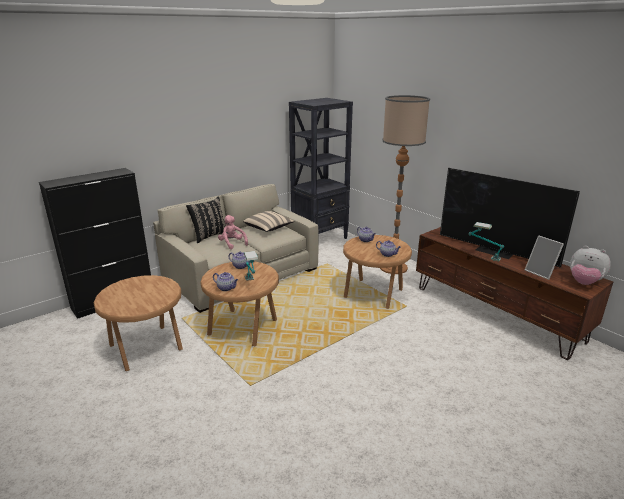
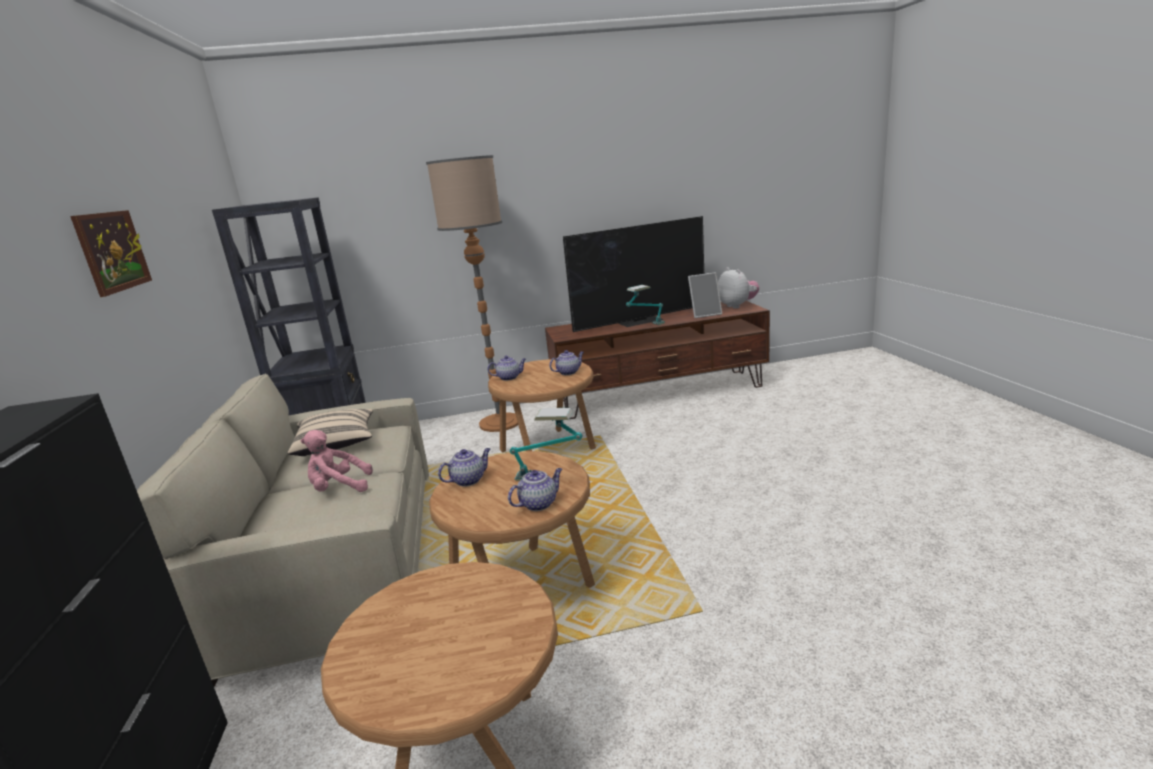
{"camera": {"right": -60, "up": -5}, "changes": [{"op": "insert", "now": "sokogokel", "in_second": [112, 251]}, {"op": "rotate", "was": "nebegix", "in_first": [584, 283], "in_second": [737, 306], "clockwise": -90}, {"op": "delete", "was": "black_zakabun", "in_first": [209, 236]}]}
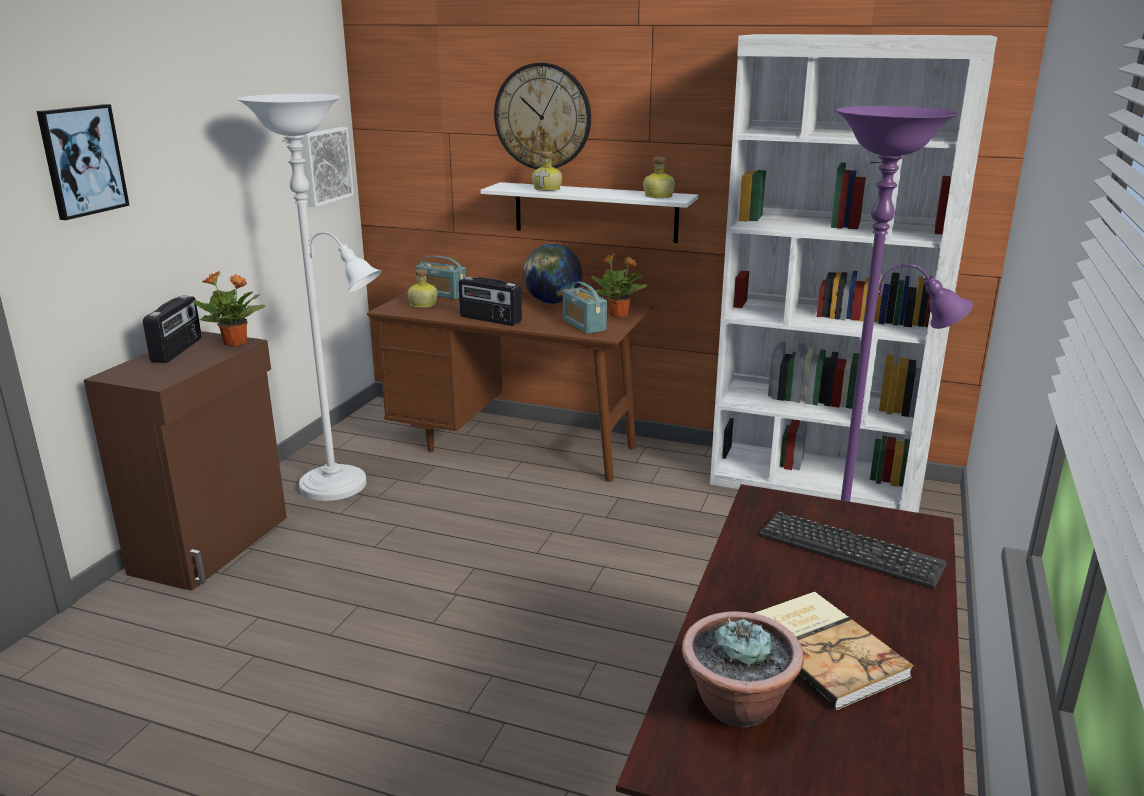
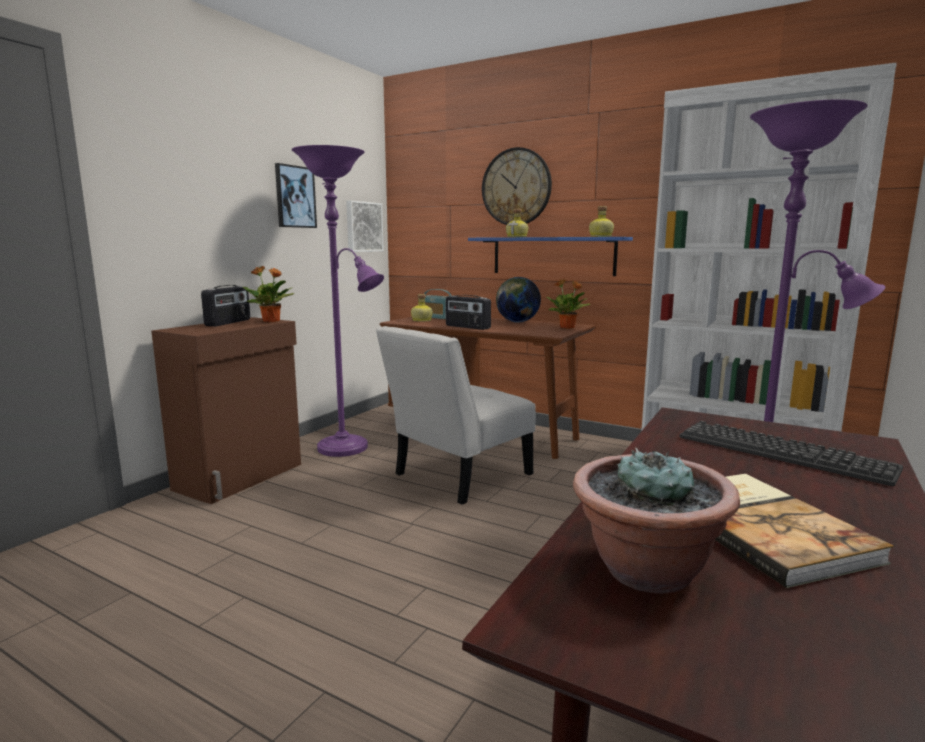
{"camera": {"right": 10, "up": -10}, "changes": [{"op": "move", "was": "sokogokel", "in_first": [82, 160], "in_second": [295, 197]}, {"op": "recolor", "was": "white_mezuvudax", "now": "purple_mezuvudax", "in_first": [340, 487], "in_second": [347, 449]}, {"op": "insert", "now": "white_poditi", "in_second": [457, 477]}, {"op": "recolor", "was": "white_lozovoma", "now": "blue_lozovoma", "in_first": [595, 212], "in_second": [553, 256]}, {"op": "delete", "was": "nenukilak", "in_first": [584, 325]}]}
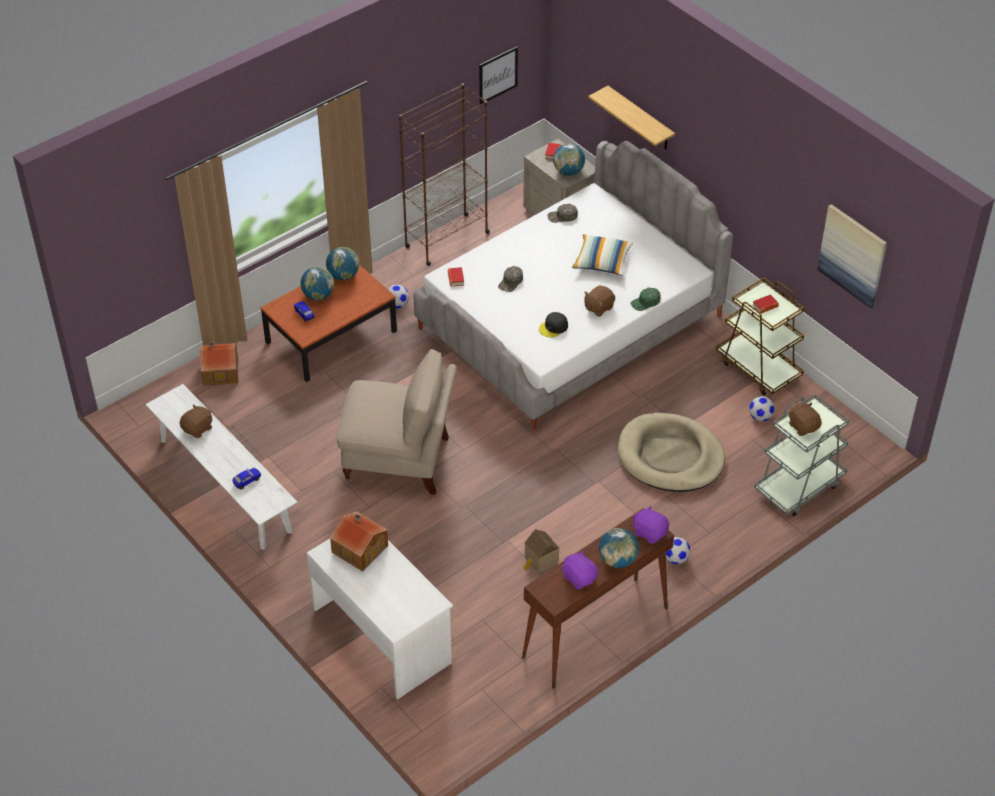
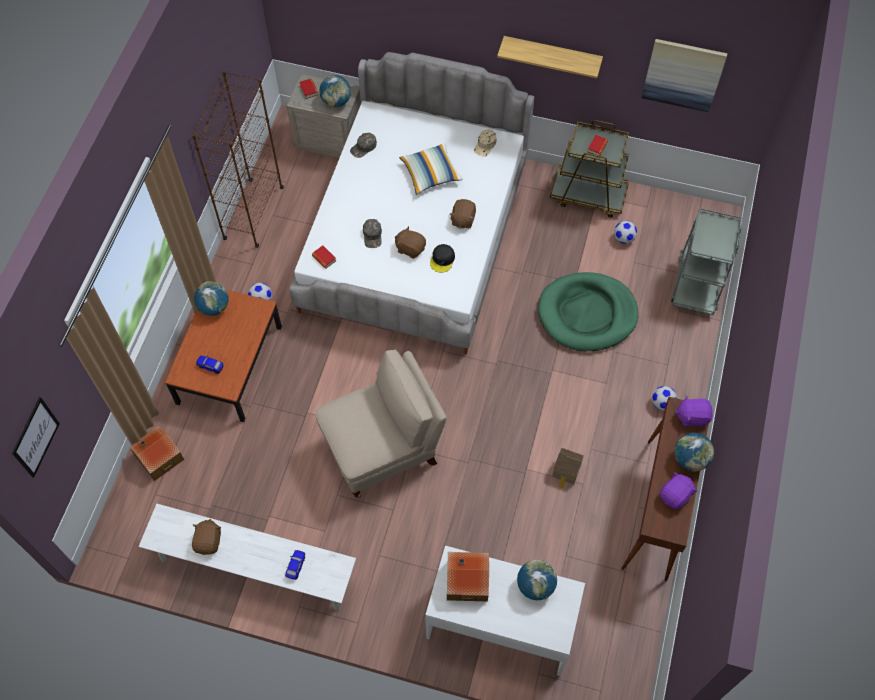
{"camera": {"right": -35, "up": 15}, "changes": [{"op": "move", "was": "sokogokel", "in_first": [498, 75], "in_second": [35, 437]}, {"op": "move", "was": "brown_nebegix", "in_first": [803, 426], "in_second": [410, 248]}, {"op": "insert", "now": "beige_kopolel", "in_second": [485, 145]}, {"op": "move", "was": "lozovoma", "in_first": [640, 119], "in_second": [552, 55]}, {"op": "move", "was": "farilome", "in_first": [318, 295], "in_second": [535, 585]}, {"op": "recolor", "was": "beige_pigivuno", "now": "green_pigivuno", "in_first": [670, 456], "in_second": [587, 314]}, {"op": "rotate", "was": "purple_nebegix", "in_first": [579, 578], "in_second": [675, 496], "clockwise": 120}, {"op": "delete", "was": "green_kopolel", "in_first": [645, 302]}]}
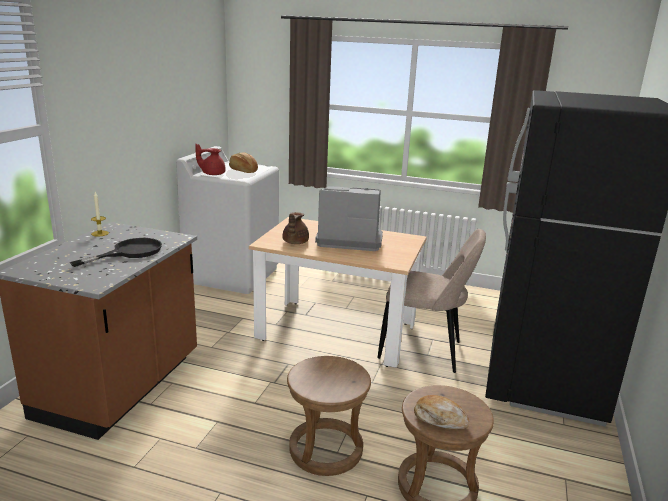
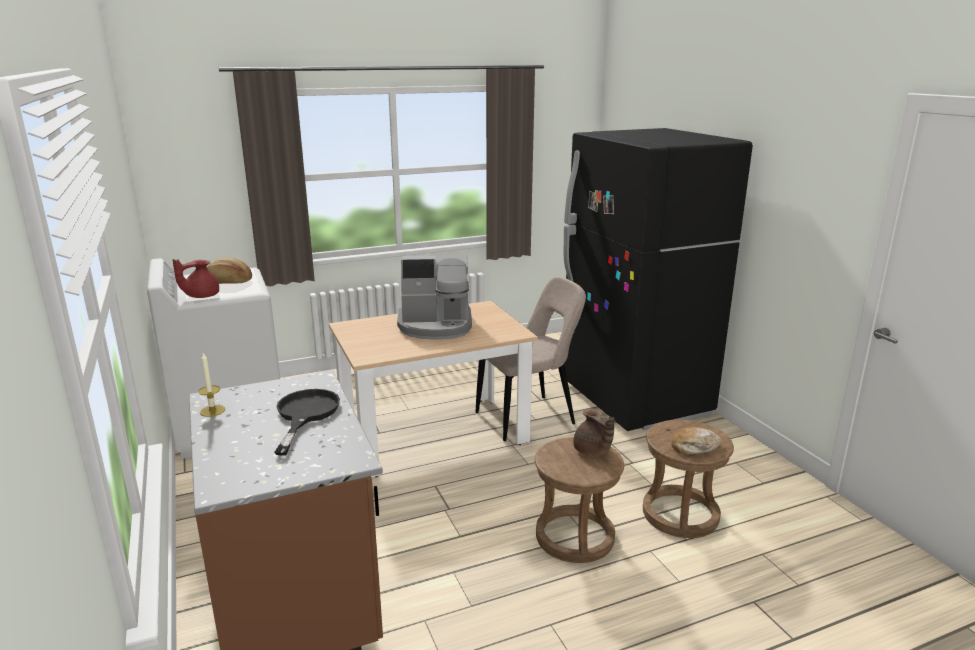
{"camera": {"right": -40, "up": 0}, "changes": [{"op": "rotate", "was": "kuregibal", "in_first": [349, 240], "in_second": [436, 326], "clockwise": -150}, {"op": "move", "was": "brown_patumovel", "in_first": [294, 242], "in_second": [592, 451]}]}
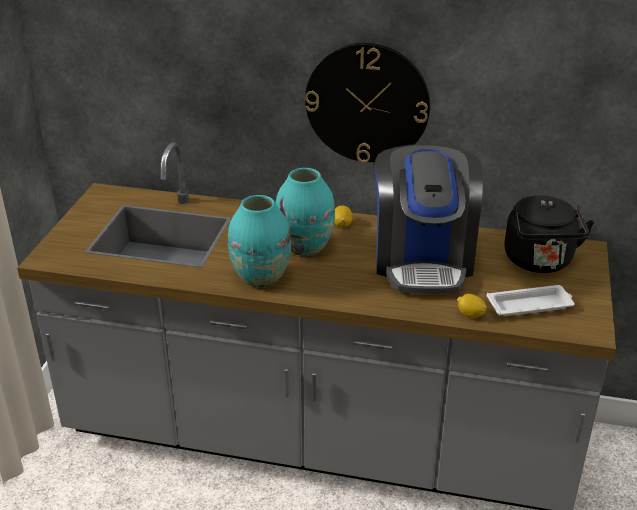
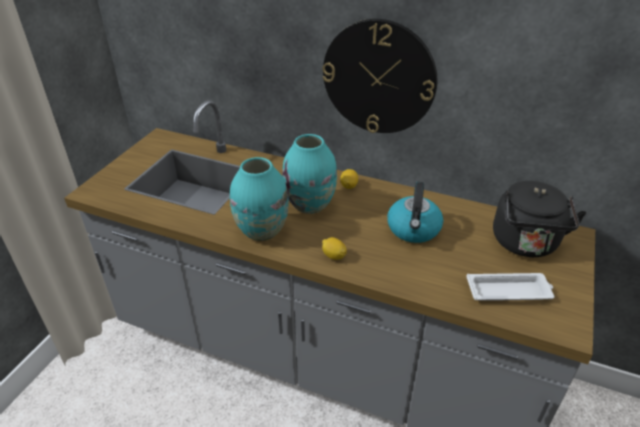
{"camera": {"right": 10, "up": 5}, "changes": [{"op": "move", "was": "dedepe", "in_first": [470, 314], "in_second": [334, 256]}, {"op": "replace", "was": "kuregibal", "now": "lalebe", "in_first": [423, 260], "in_second": [413, 229]}]}
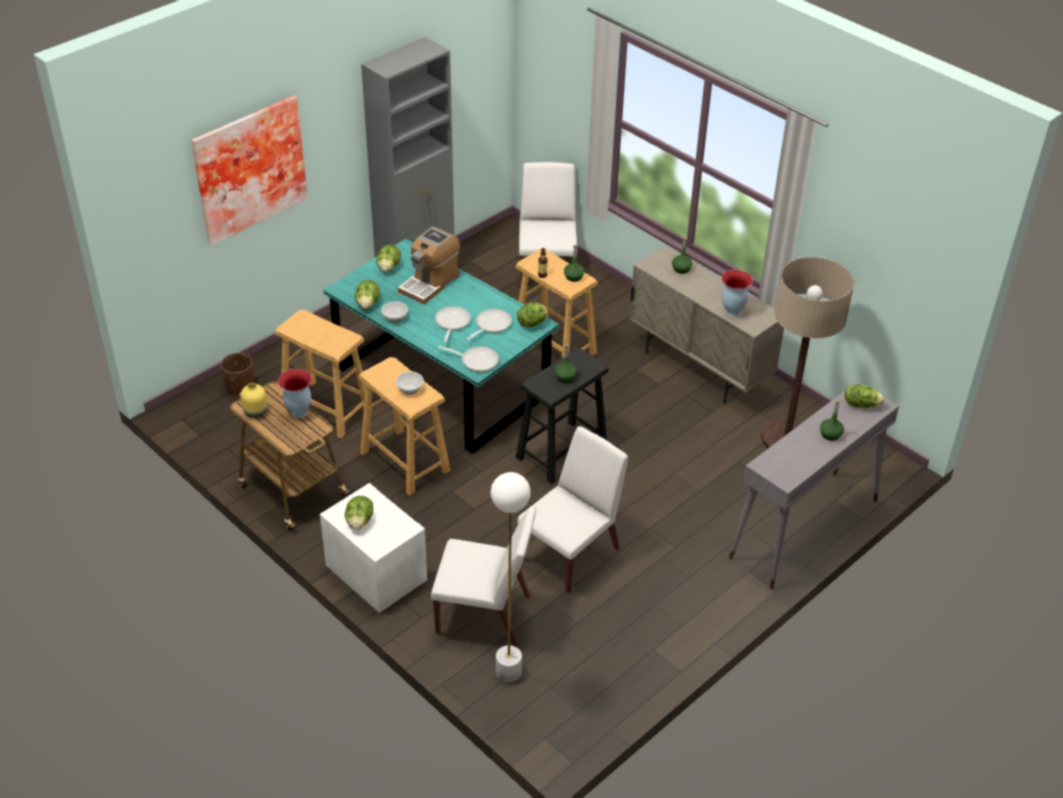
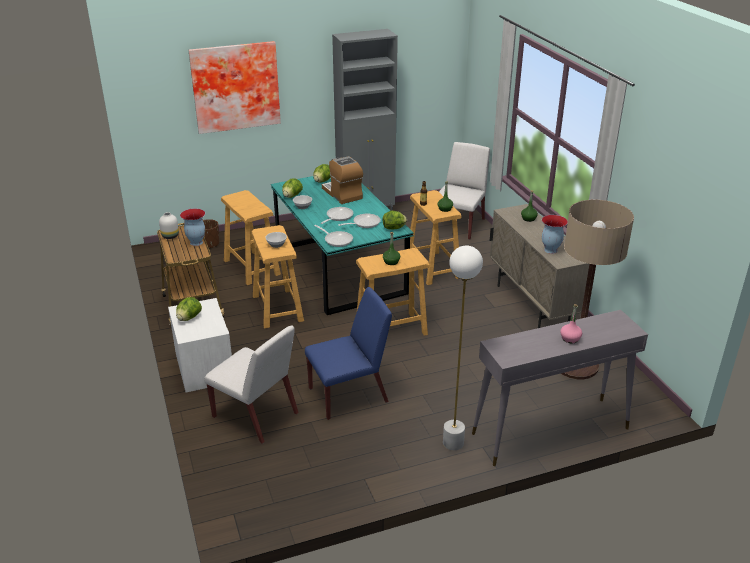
{"camera": {"right": 25, "up": -10}, "changes": [{"op": "recolor", "was": "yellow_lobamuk", "now": "white_lobamuk", "in_first": [256, 412], "in_second": [170, 236]}, {"op": "recolor", "was": "white_poditi", "now": "blue_poditi", "in_first": [570, 554], "in_second": [349, 395]}, {"op": "rotate", "was": "kuregibal", "in_first": [430, 283], "in_second": [342, 194], "clockwise": 90}, {"op": "recolor", "was": "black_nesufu", "now": "beige_nesufu", "in_first": [561, 452], "in_second": [390, 330]}, {"op": "move", "was": "white_mezuvudax", "in_first": [508, 672], "in_second": [453, 443]}, {"op": "recolor", "was": "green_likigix", "now": "pink_likigix", "in_first": [830, 434], "in_second": [570, 338]}, {"op": "delete", "was": "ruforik", "in_first": [861, 404]}]}
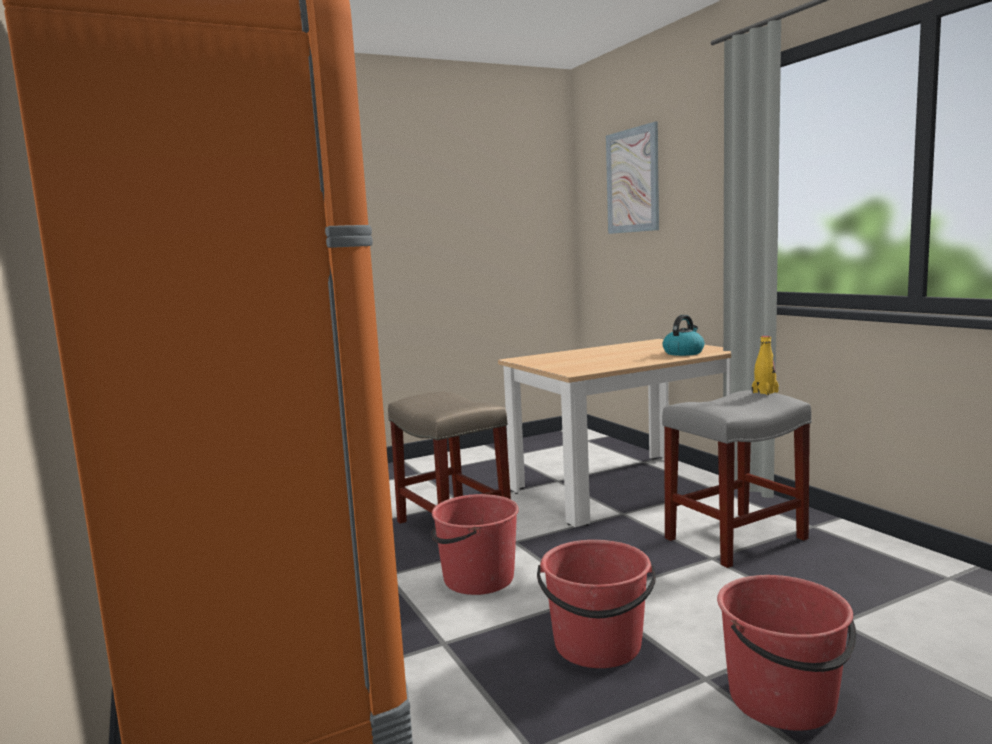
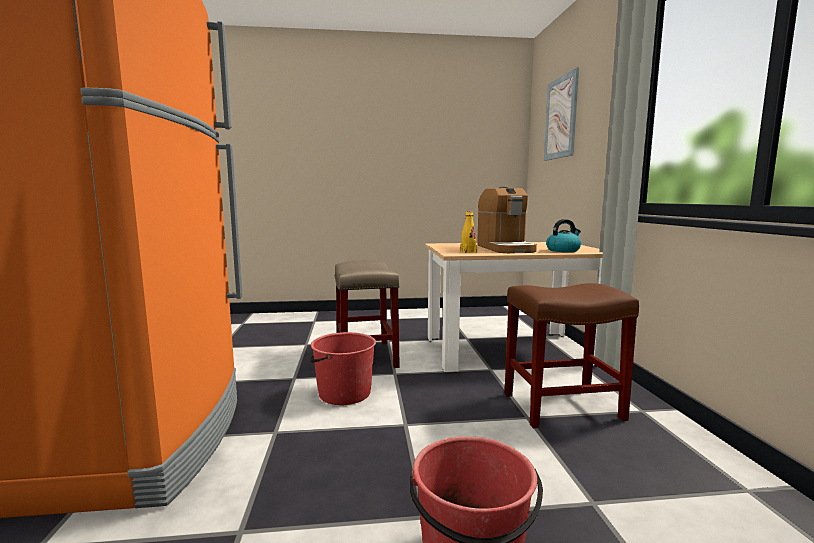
{"camera": {"right": 20, "up": 0}, "changes": [{"op": "move", "was": "yellow_likigix", "in_first": [765, 392], "in_second": [468, 251]}, {"op": "insert", "now": "kuregibal", "in_second": [505, 248]}, {"op": "recolor", "was": "grey_nesufu", "now": "brown_nesufu", "in_first": [734, 539], "in_second": [561, 407]}, {"op": "delete", "was": "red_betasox", "in_first": [598, 646]}]}
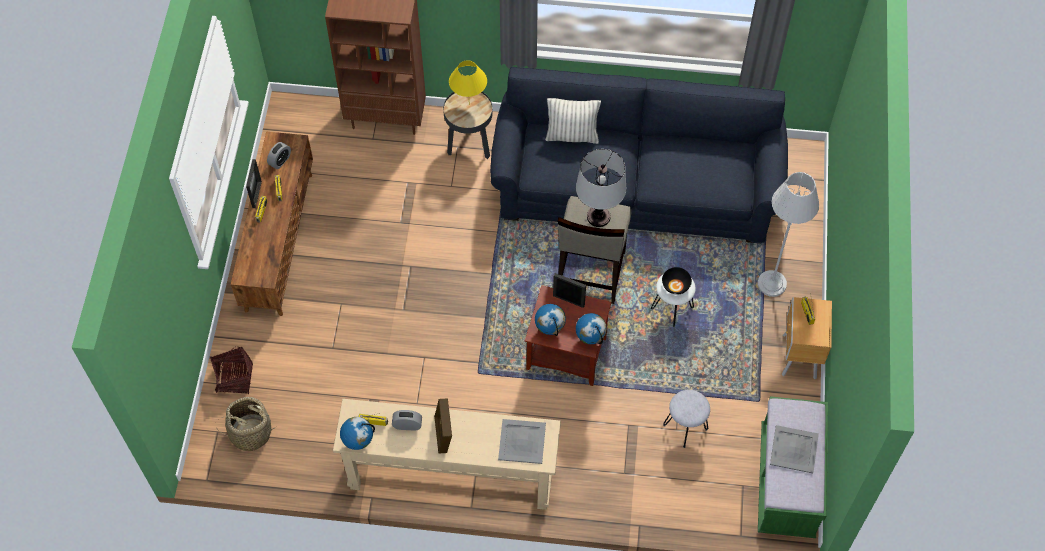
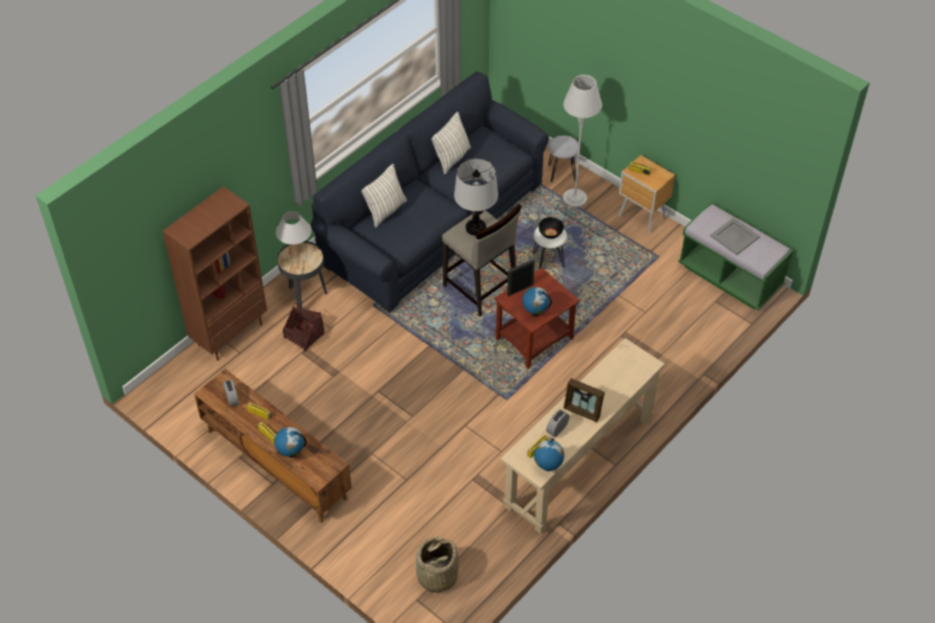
{"camera": {"right": -55, "up": -10}, "changes": [{"op": "move", "was": "farilome", "in_first": [590, 339], "in_second": [291, 453]}, {"op": "recolor", "was": "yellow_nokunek", "now": "white_nokunek", "in_first": [469, 104], "in_second": [297, 256]}, {"op": "move", "was": "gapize", "in_first": [234, 379], "in_second": [304, 336]}, {"op": "insert", "now": "zakabun", "in_second": [452, 158]}, {"op": "move", "was": "grey_nesufu", "in_first": [685, 427], "in_second": [561, 172]}, {"op": "delete", "was": "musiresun", "in_first": [257, 194]}, {"op": "delete", "was": "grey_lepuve", "in_first": [522, 442]}]}
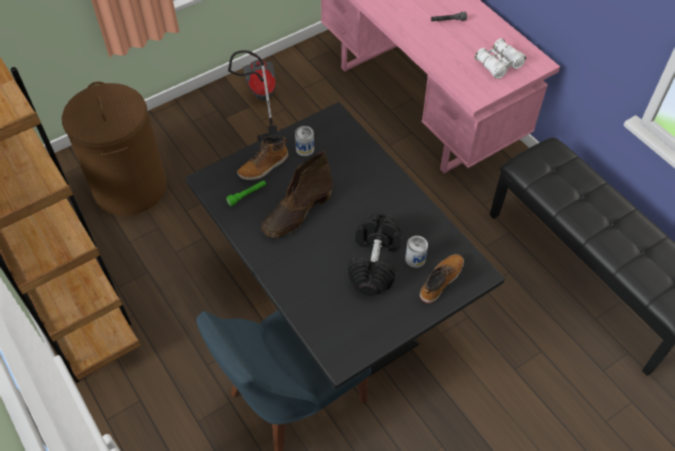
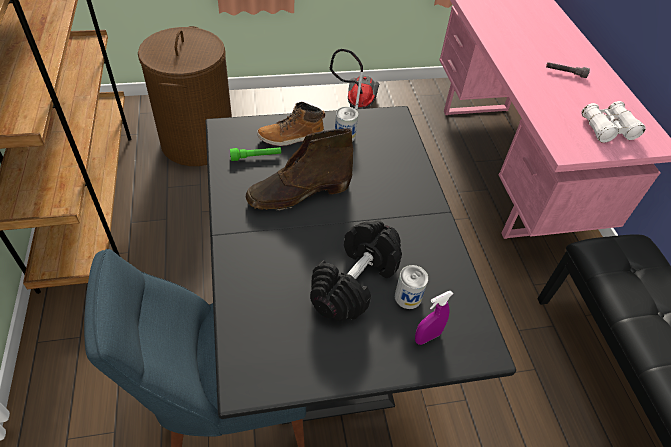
{"camera": {"right": 20, "up": -5}, "changes": [{"op": "replace", "was": "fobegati", "now": "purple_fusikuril", "in_first": [440, 281], "in_second": [427, 337]}]}
